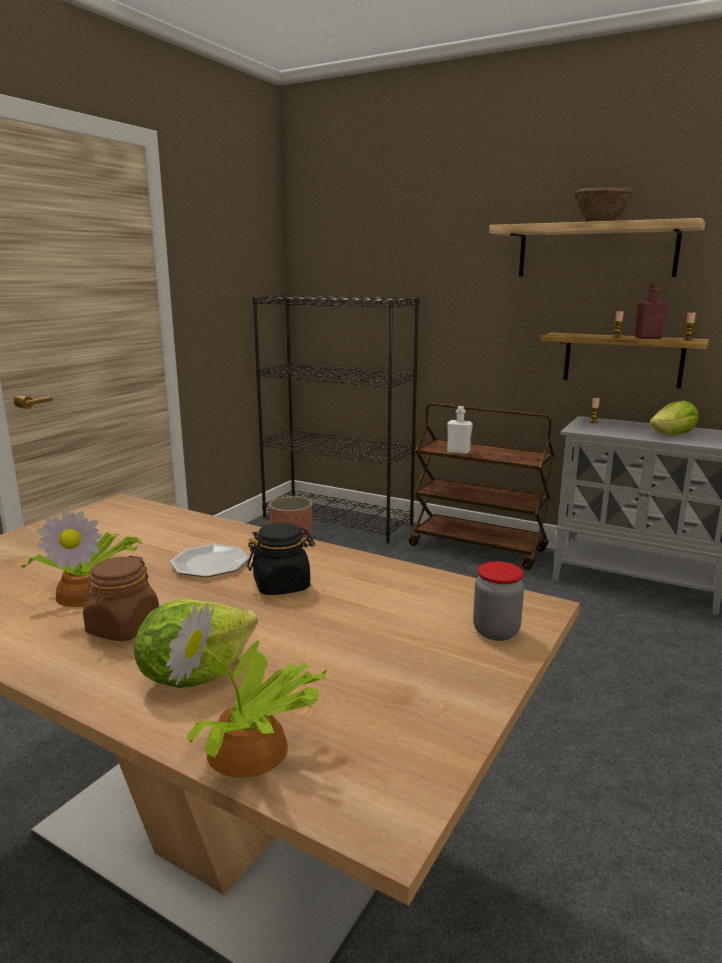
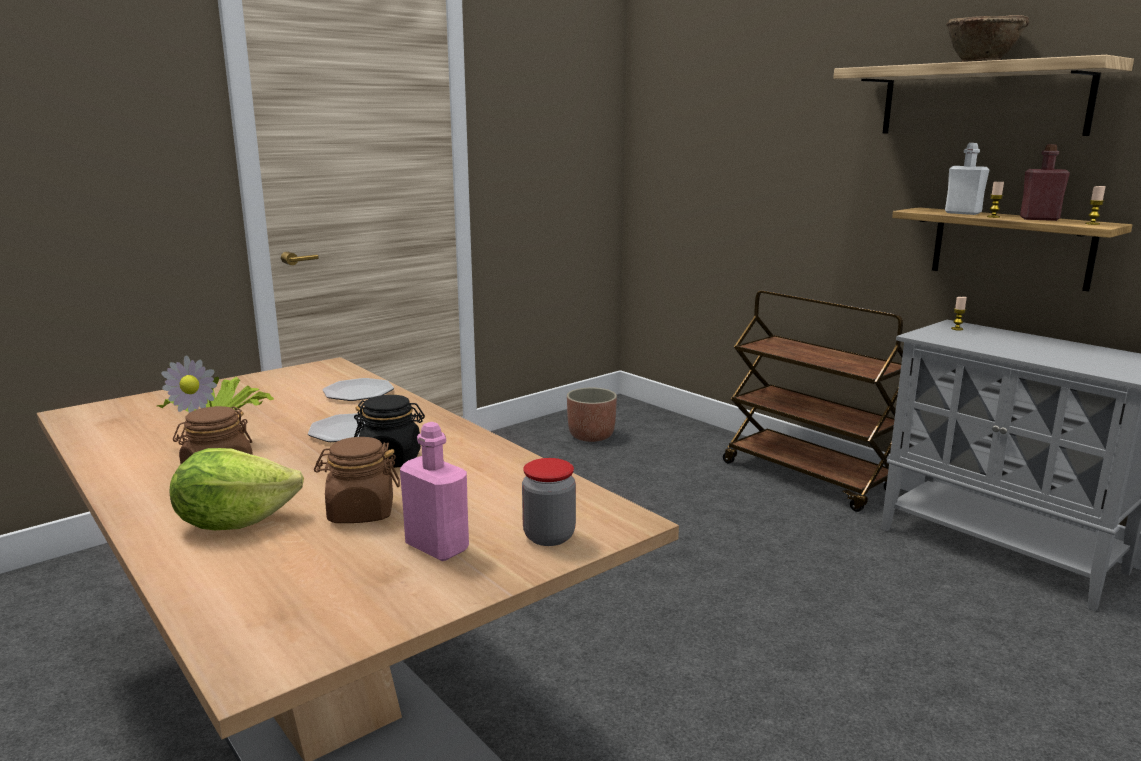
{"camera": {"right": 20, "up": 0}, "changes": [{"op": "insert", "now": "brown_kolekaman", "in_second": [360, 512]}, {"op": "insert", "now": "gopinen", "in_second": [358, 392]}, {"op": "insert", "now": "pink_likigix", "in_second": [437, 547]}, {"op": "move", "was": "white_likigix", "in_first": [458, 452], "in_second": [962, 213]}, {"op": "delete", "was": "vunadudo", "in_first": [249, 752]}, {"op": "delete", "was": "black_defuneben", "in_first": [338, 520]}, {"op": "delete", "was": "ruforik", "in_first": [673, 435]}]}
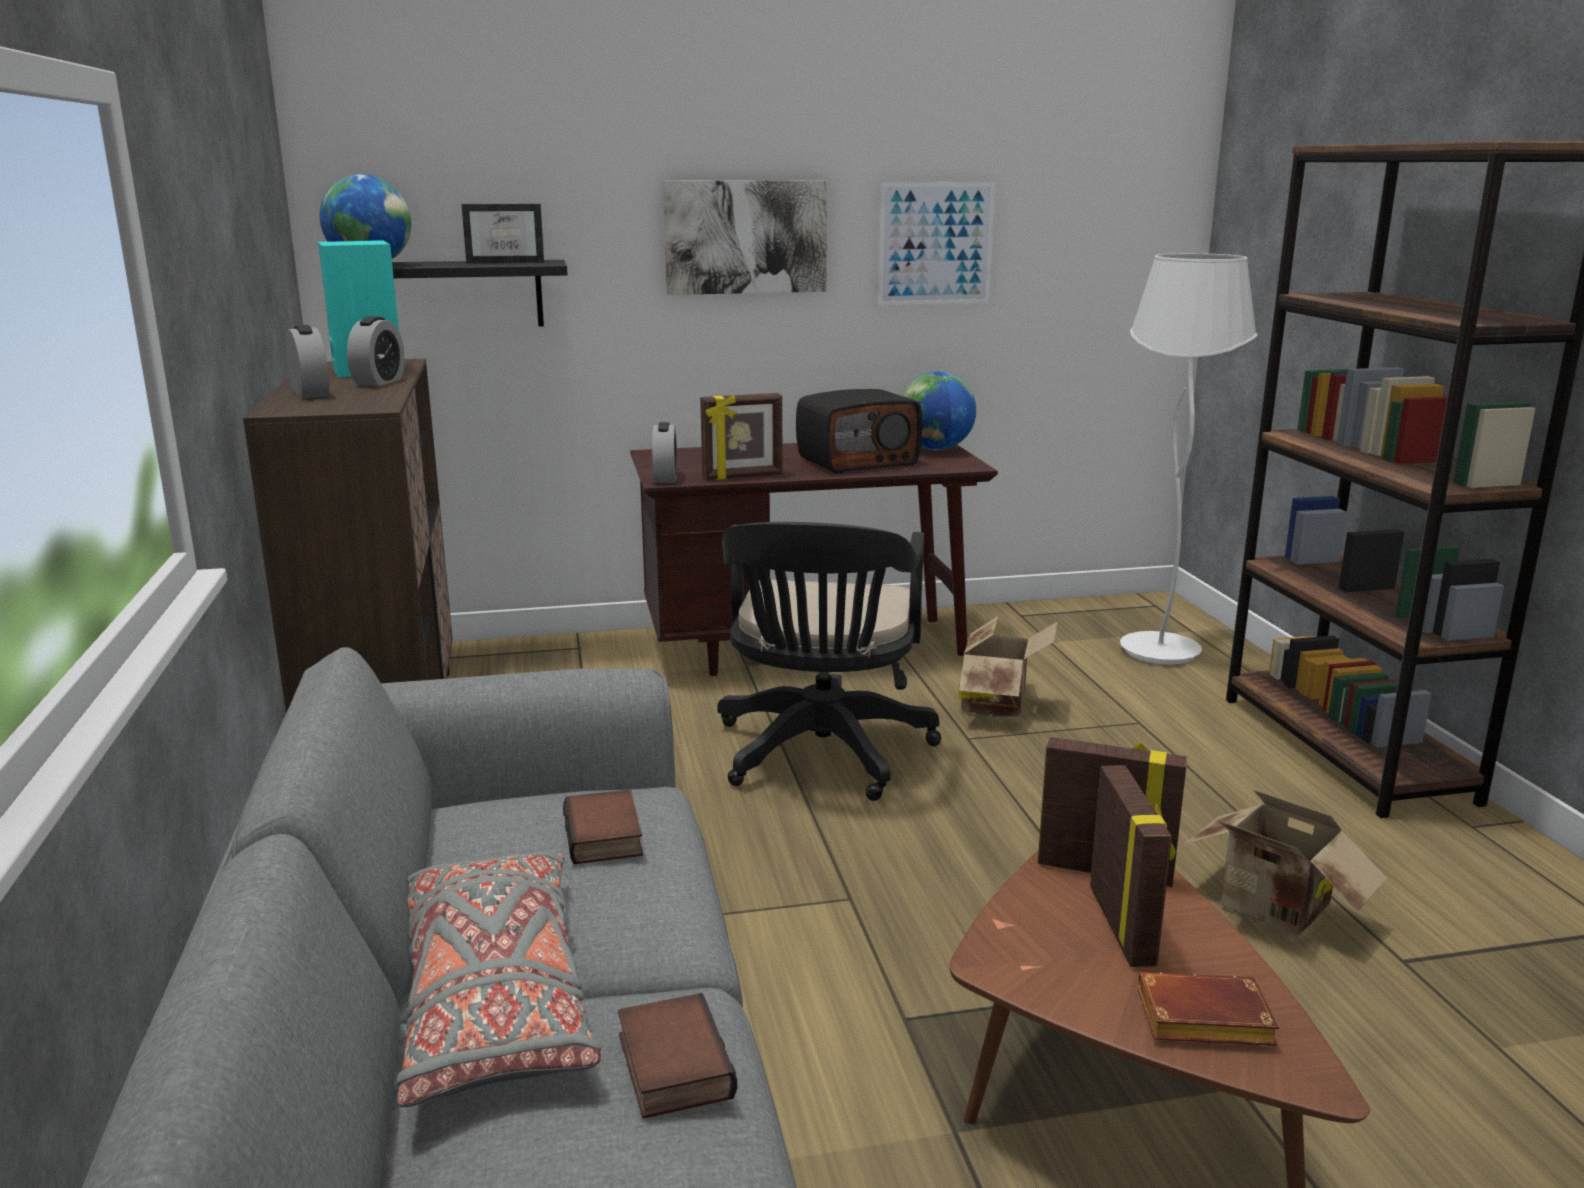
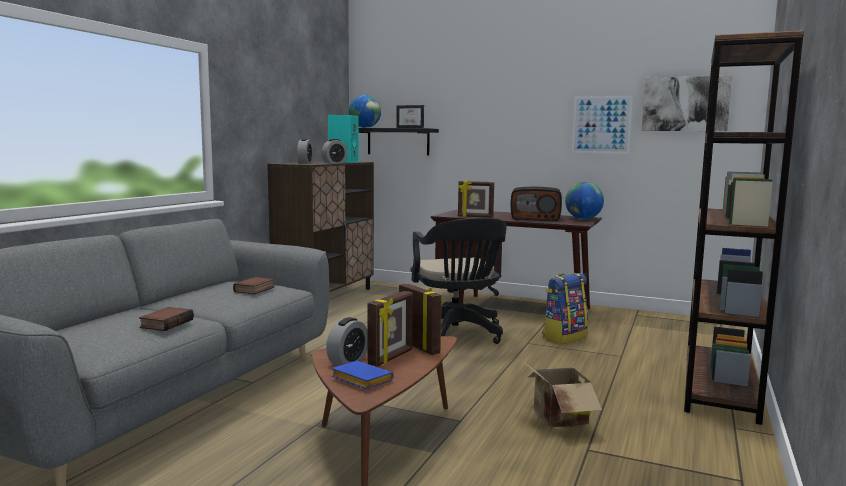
{"camera": {"right": 35, "up": -10}, "changes": [{"op": "move", "was": "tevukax", "in_first": [665, 478], "in_second": [348, 360]}, {"op": "recolor", "was": "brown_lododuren", "now": "blue_lododuren", "in_first": [1201, 1021], "in_second": [359, 380]}, {"op": "rotate", "was": "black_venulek", "in_first": [821, 756], "in_second": [456, 334], "clockwise": -60}, {"op": "replace", "was": "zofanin", "now": "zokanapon", "in_first": [1000, 704], "in_second": [564, 337]}, {"op": "move", "was": "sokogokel", "in_first": [745, 237], "in_second": [685, 104]}, {"op": "delete", "was": "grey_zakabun", "in_first": [494, 1000]}, {"op": "delete", "was": "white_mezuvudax", "in_first": [1159, 651]}]}
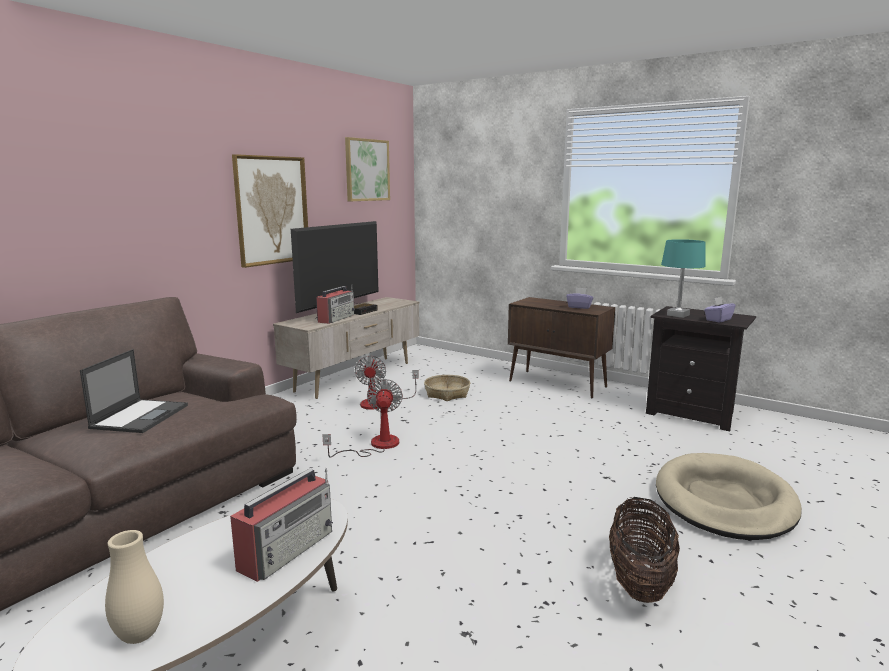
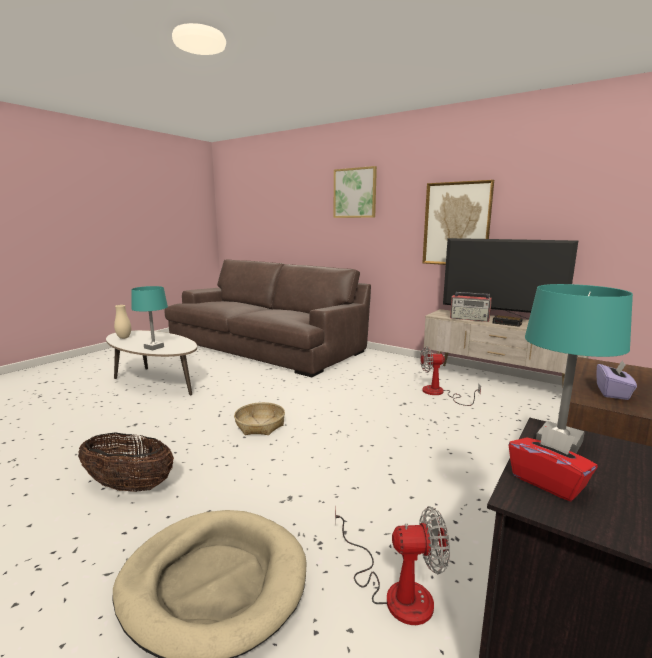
{"camera": {"right": 90, "up": 0}, "changes": [{"op": "replace", "was": "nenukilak", "now": "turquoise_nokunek", "in_first": [288, 549], "in_second": [154, 347]}, {"op": "move", "was": "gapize", "in_first": [447, 393], "in_second": [260, 425]}, {"op": "move", "was": "sokogokel", "in_first": [367, 170], "in_second": [355, 193]}, {"op": "move", "was": "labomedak", "in_first": [375, 446], "in_second": [395, 591]}, {"op": "recolor", "was": "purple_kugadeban", "now": "red_kugadeban", "in_first": [718, 320], "in_second": [548, 482]}, {"op": "delete", "was": "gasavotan", "in_first": [140, 416]}]}
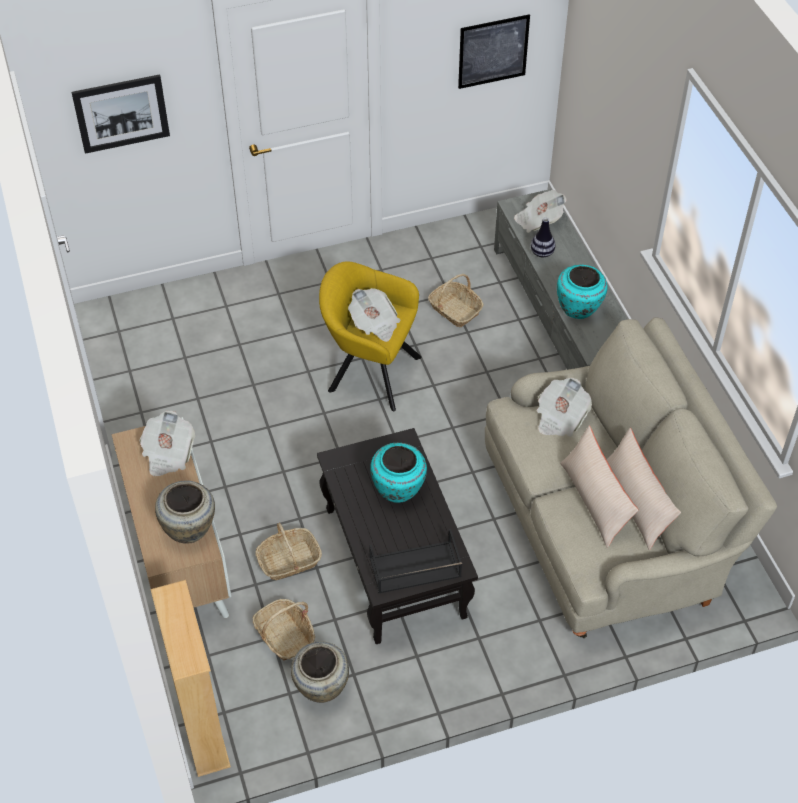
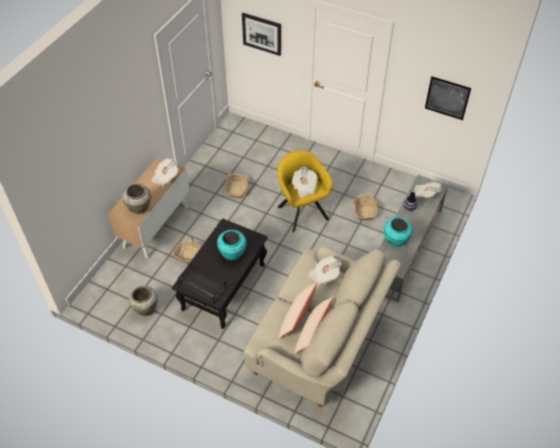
{"camera": {"right": 45, "up": 0}, "changes": [{"op": "move", "was": "gapize", "in_first": [285, 635], "in_second": [237, 189]}, {"op": "delete", "was": "beige_defuneben", "in_first": [202, 728]}]}
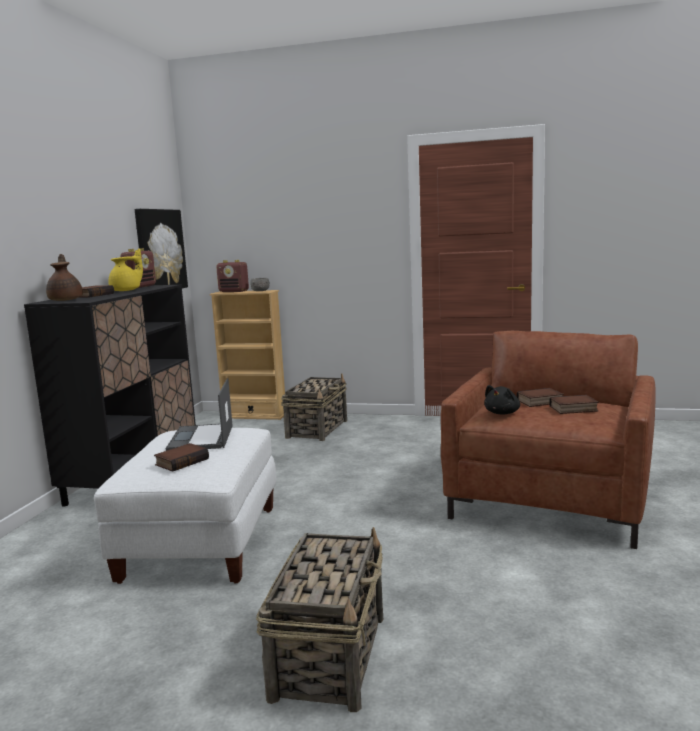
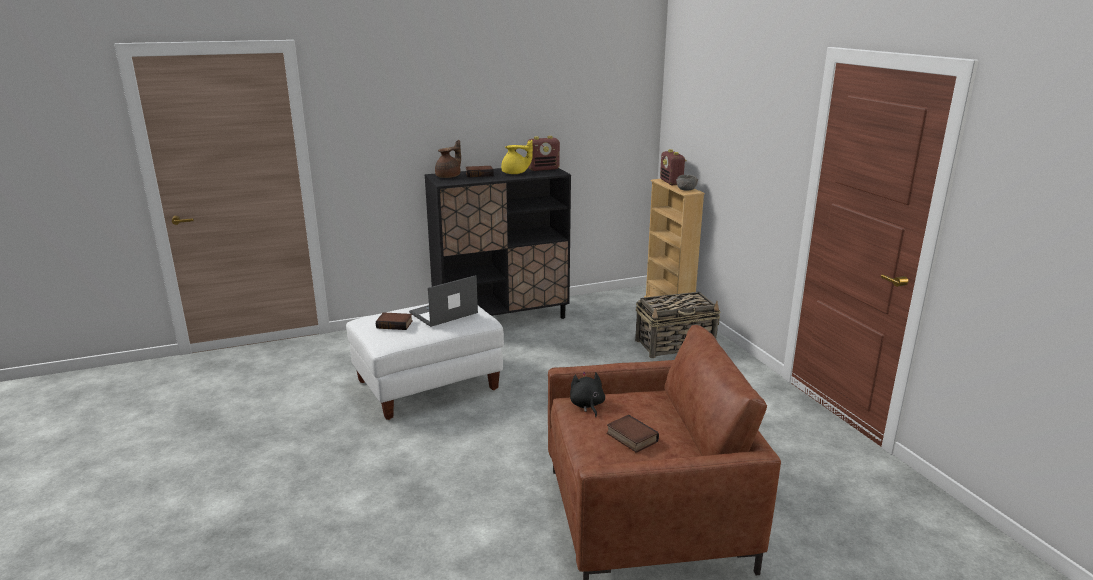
{"camera": {"right": 55, "up": 10}, "changes": [{"op": "rotate", "was": "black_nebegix", "in_first": [503, 413], "in_second": [587, 405], "clockwise": 75}, {"op": "delete", "was": "sokogokel", "in_first": [160, 251]}, {"op": "delete", "was": "gapize", "in_first": [330, 655]}, {"op": "delete", "was": "lododuren", "in_first": [539, 402]}]}
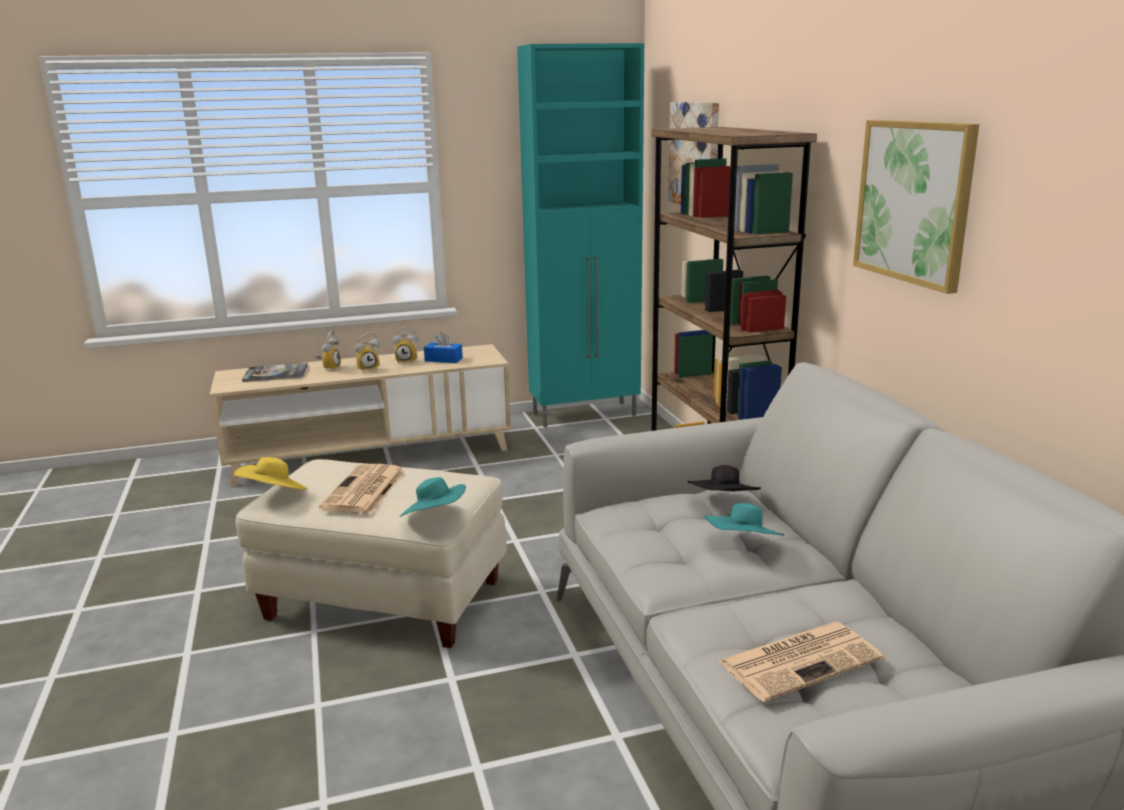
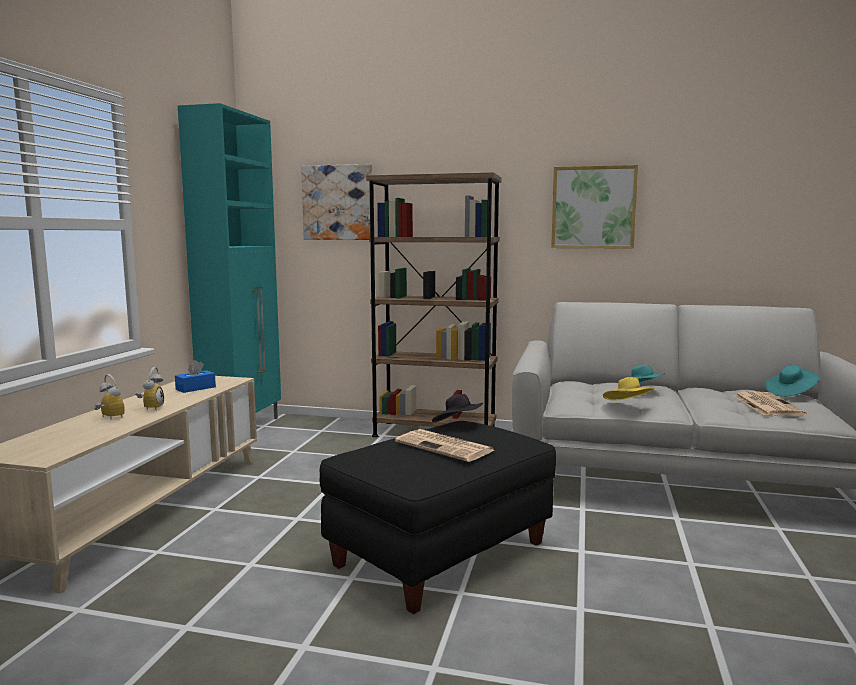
{"camera": {"right": -60, "up": -10}, "changes": [{"op": "recolor", "was": "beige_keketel", "now": "black_keketel", "in_first": [384, 598], "in_second": [440, 553]}, {"op": "move", "was": "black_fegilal", "in_first": [724, 504], "in_second": [458, 425]}, {"op": "move", "was": "yellow_fegilal", "in_first": [274, 494], "in_second": [628, 405]}, {"op": "move", "was": "turquoise_fegilal", "in_first": [435, 517], "in_second": [790, 393]}, {"op": "delete", "was": "lododuren", "in_first": [276, 373]}, {"op": "delete", "was": "tevukax", "in_first": [407, 361]}]}
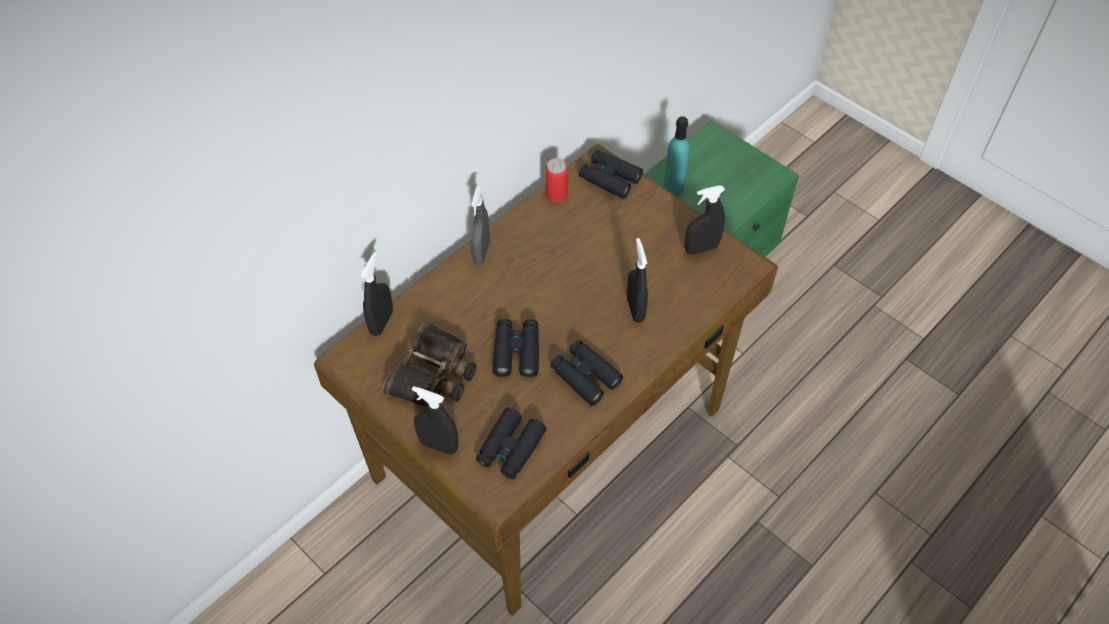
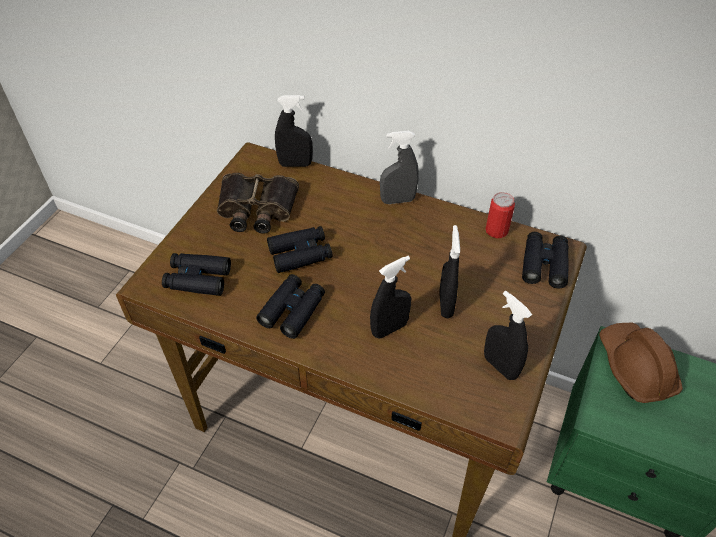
{"camera": {"right": 70, "up": -5}, "changes": [{"op": "move", "was": "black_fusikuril", "in_first": [438, 445], "in_second": [445, 304]}, {"op": "replace", "was": "turquoise_likigix", "now": "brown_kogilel", "in_first": [673, 188], "in_second": [635, 367]}]}
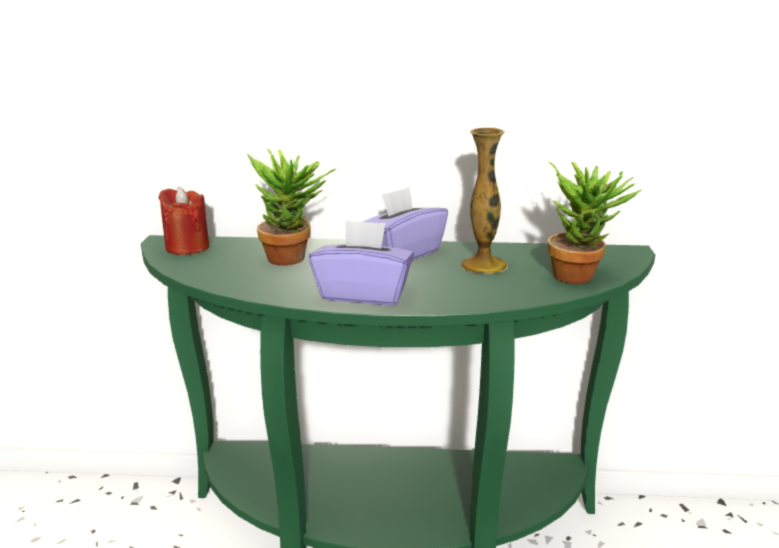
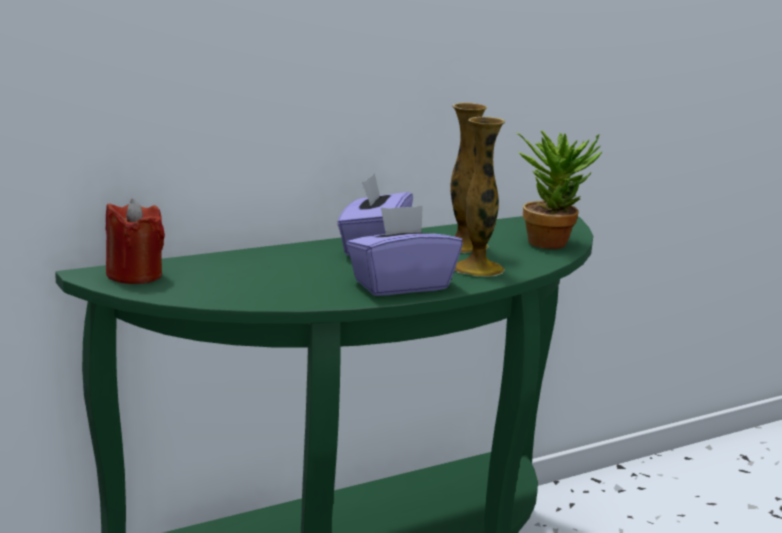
{"camera": {"right": -35, "up": -5}, "changes": [{"op": "insert", "now": "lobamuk", "in_second": [478, 269]}, {"op": "delete", "was": "vunadudo", "in_first": [294, 258]}]}
